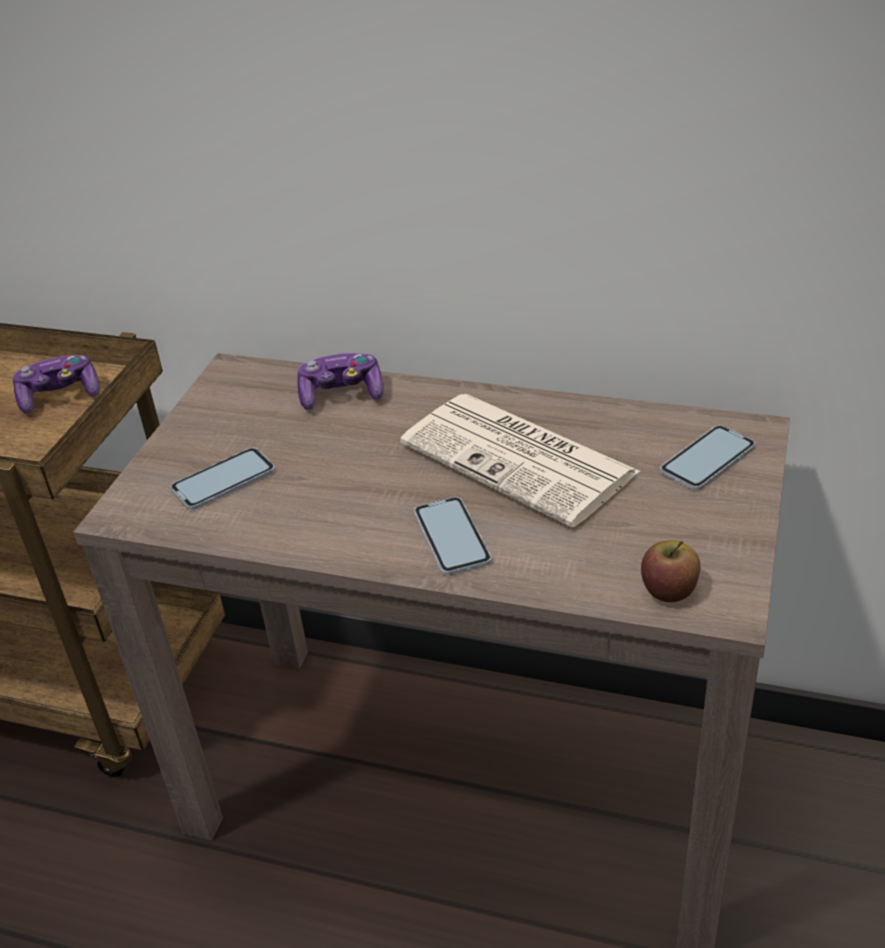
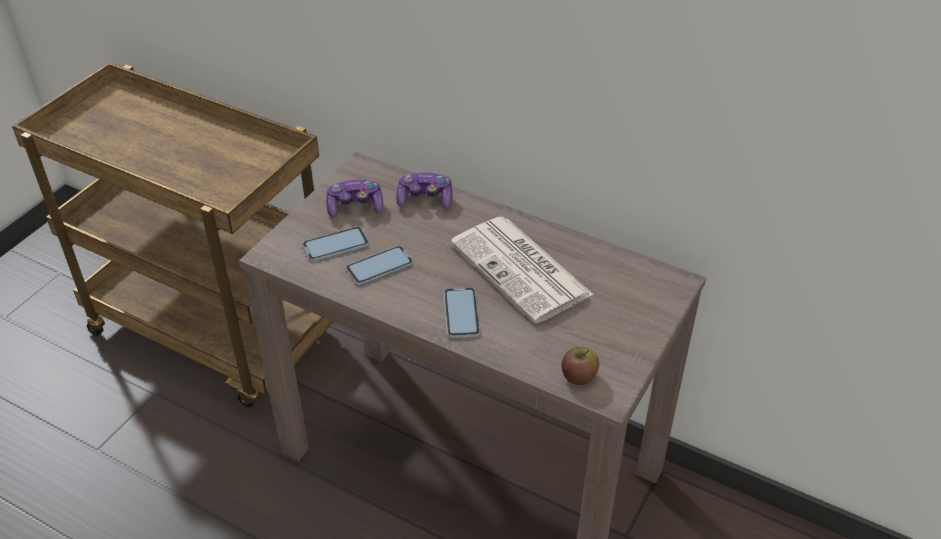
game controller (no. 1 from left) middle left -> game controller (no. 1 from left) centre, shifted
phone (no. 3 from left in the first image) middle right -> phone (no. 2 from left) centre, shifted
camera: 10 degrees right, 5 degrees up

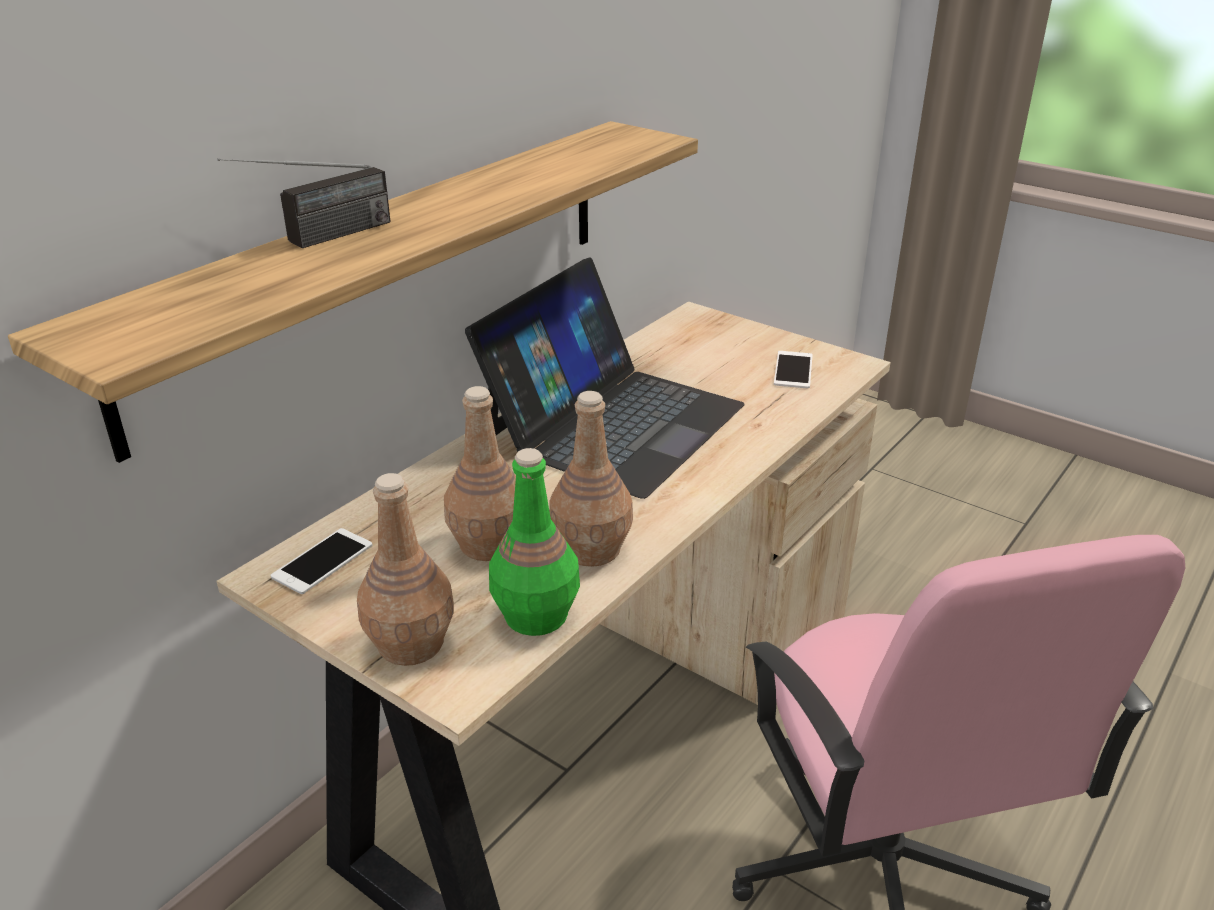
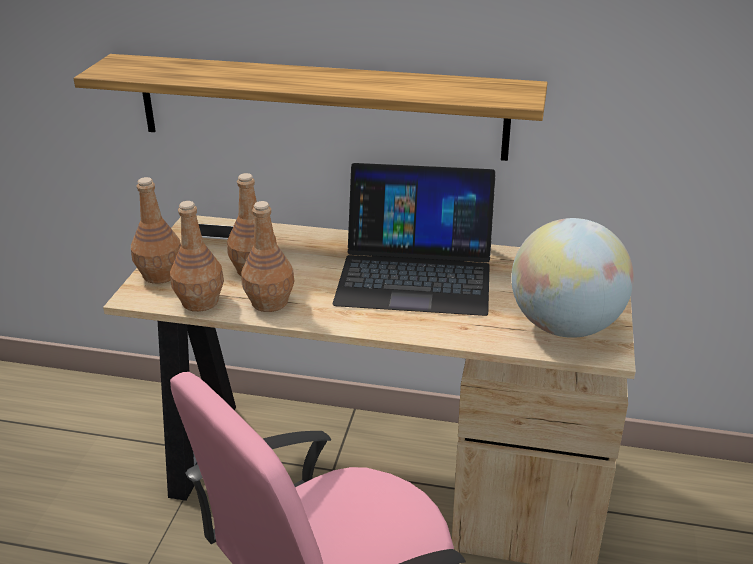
radio top left -> none
green bottle centre -> brown bottle (no. 2 from left) middle left
phone (no. 2 from left) centre -> globe middle right
camera: 65 degrees right, 0 degrees up

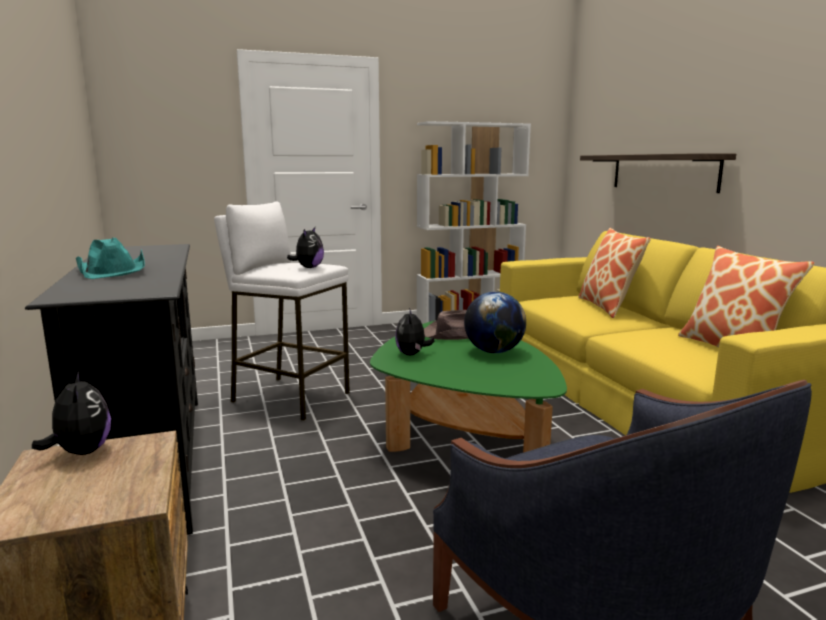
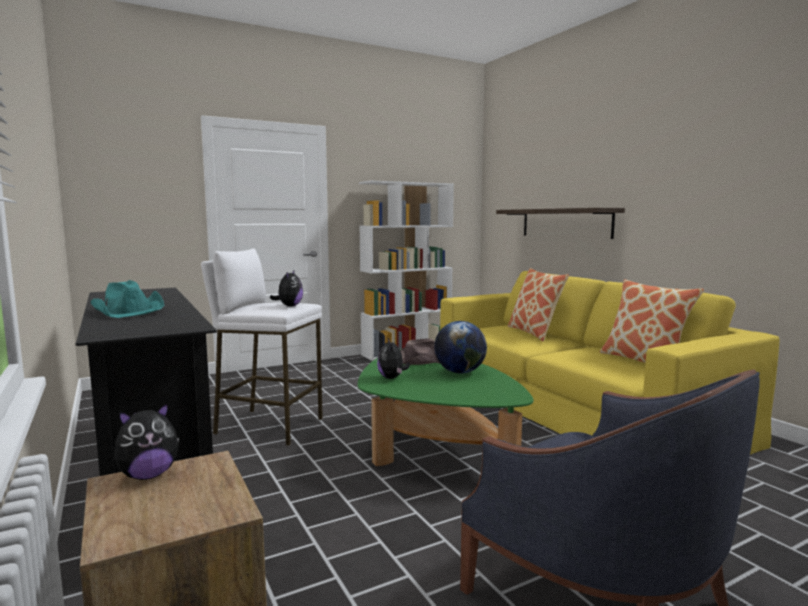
plush toy (no. 1 from left) middle left -> plush toy (no. 1 from left) bottom left, 90 degrees clockwise
camera: 10 degrees left, 5 degrees down

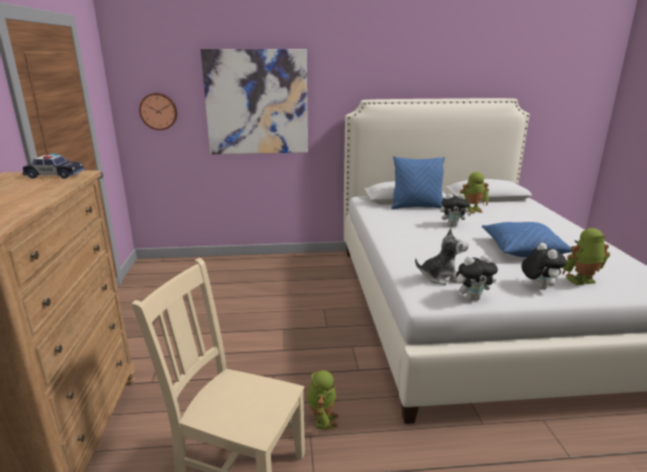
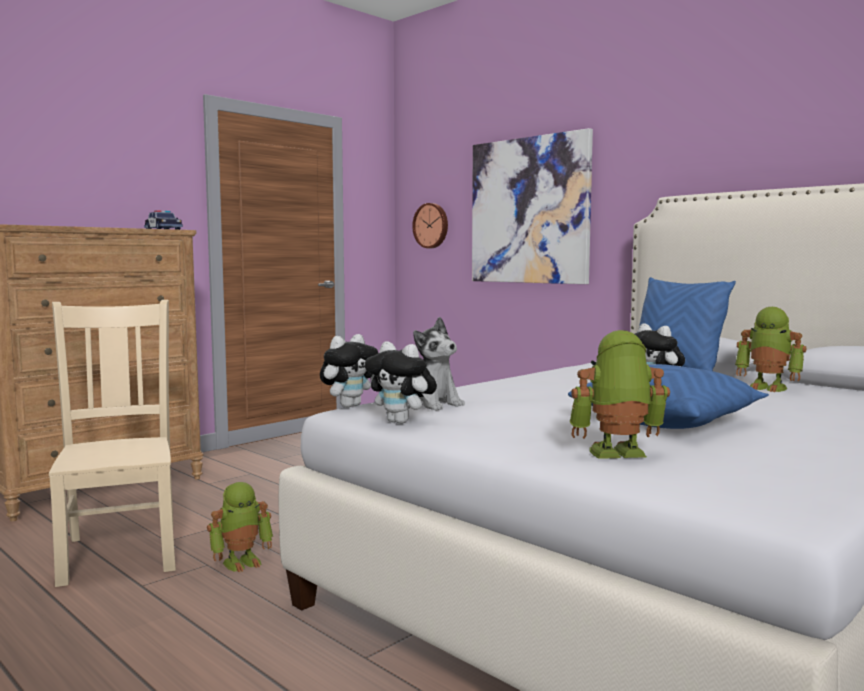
plush toy (no. 4 from left in the first image) middle right -> plush toy (no. 1 from left) centre, shifted
toy robot (no. 3 from left in the first image) middle right -> toy robot (no. 2 from left) middle right, 45 degrees counterclockwise
camera: 50 degrees right, 15 degrees down

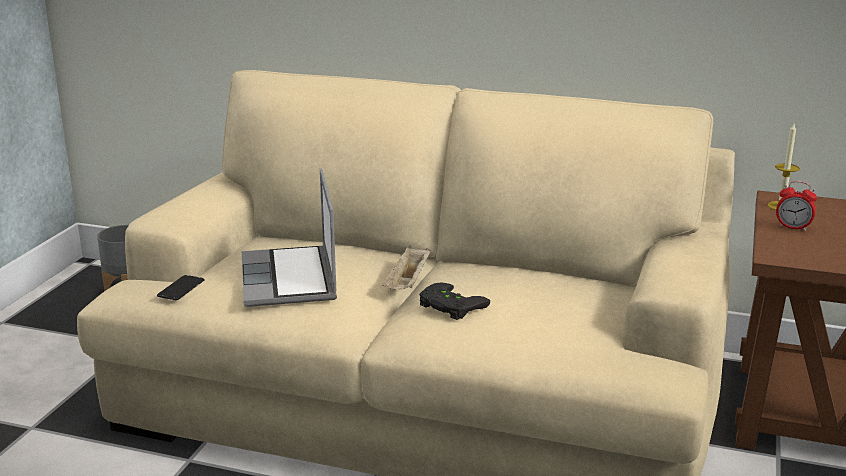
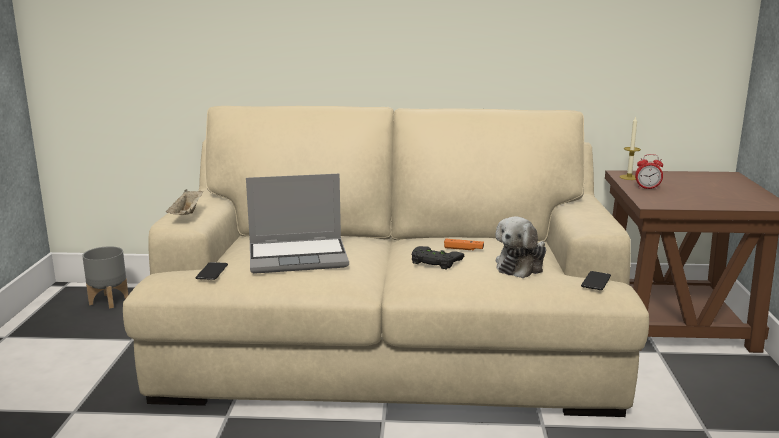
laptop centre, 75 degrees counterclockwise
beige tray centre -> beige tray middle left, shifted
none -> orange game controller centre
none -> plush toy middle right
none -> phone (no. 2 from left) middle right
camera: 15 degrees left, 5 degrees down

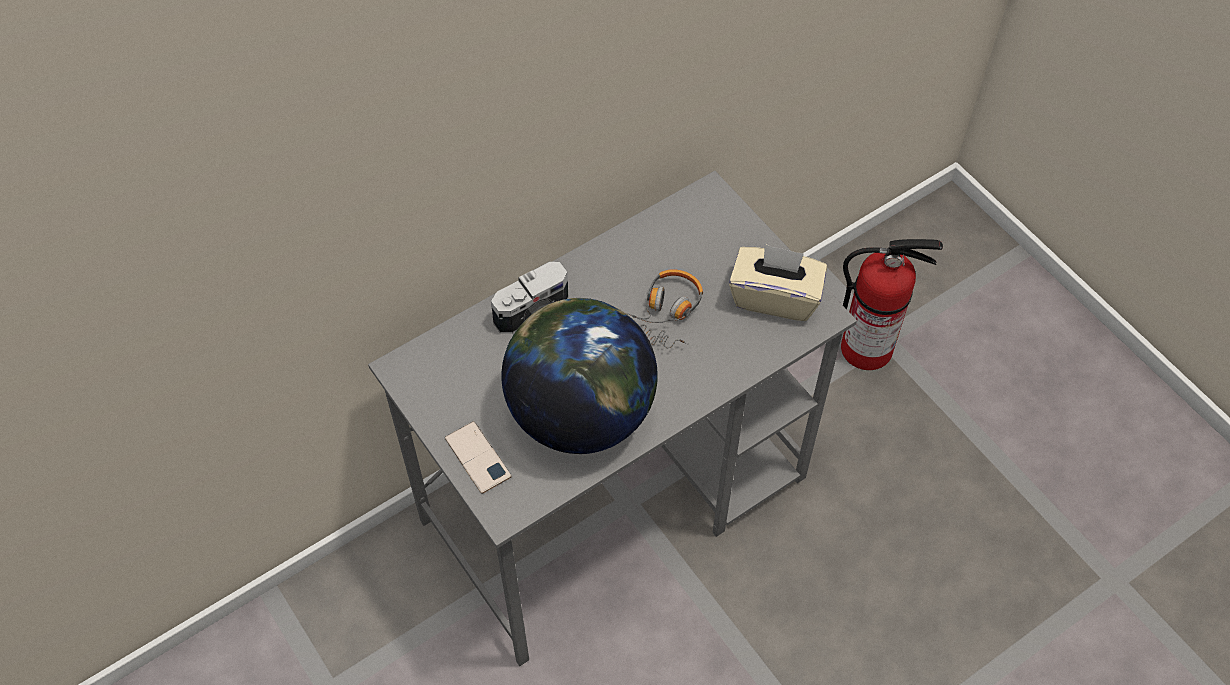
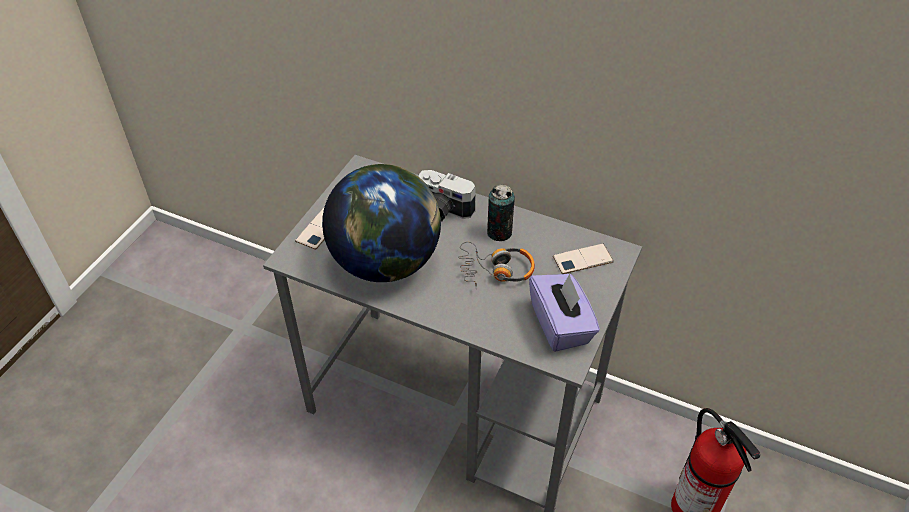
beige tissue box centre -> purple tissue box centre
none -> can centre
none -> phone (no. 2 from left) centre
camera: 60 degrees right, 10 degrees down

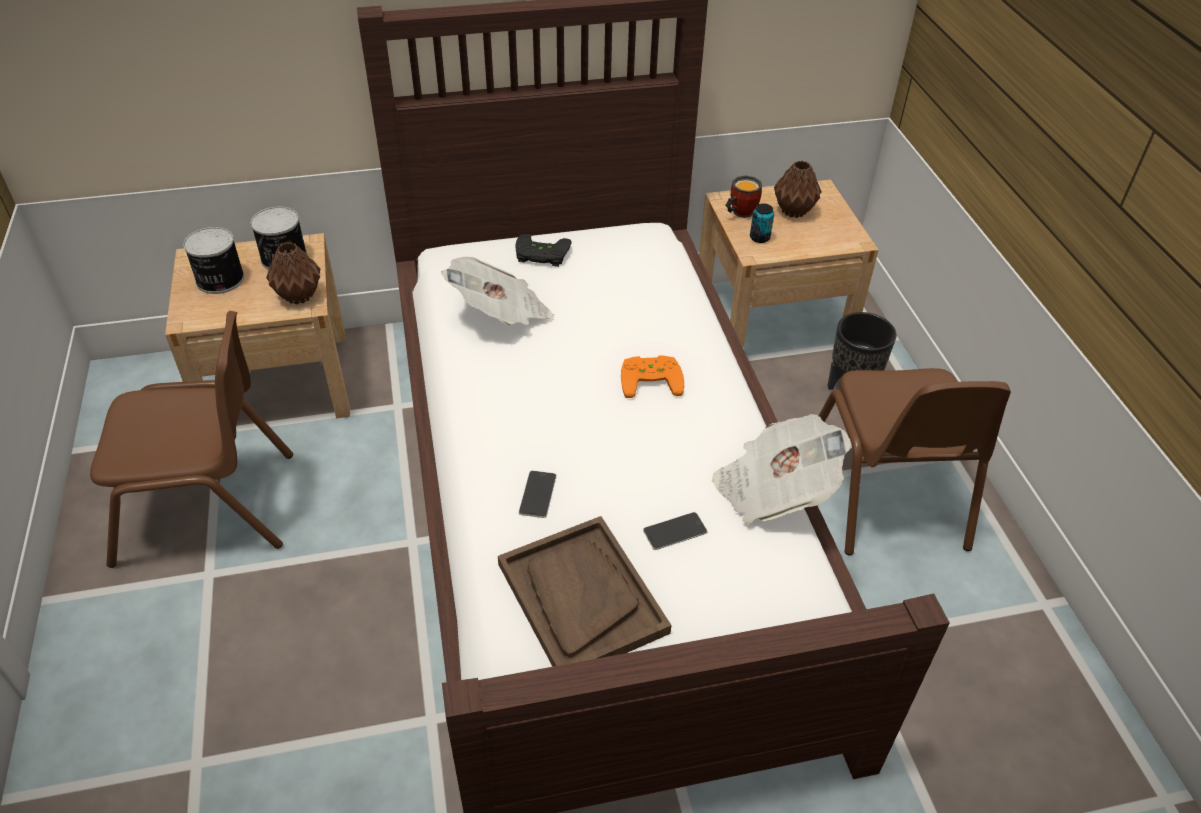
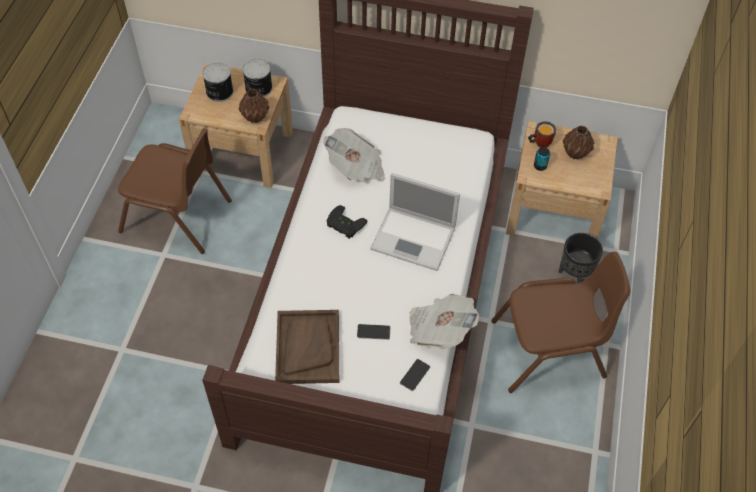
black game controller top centre -> black game controller centre, shifted
phone (no. 1 from left in the first image) centre -> phone (no. 2 from left) bottom centre, shifted
orange game controller centre -> laptop centre
brown chair (no. 2 from left) middle right, 120 degrees counterclockwise
camera: 25 degrees right, 10 degrees up

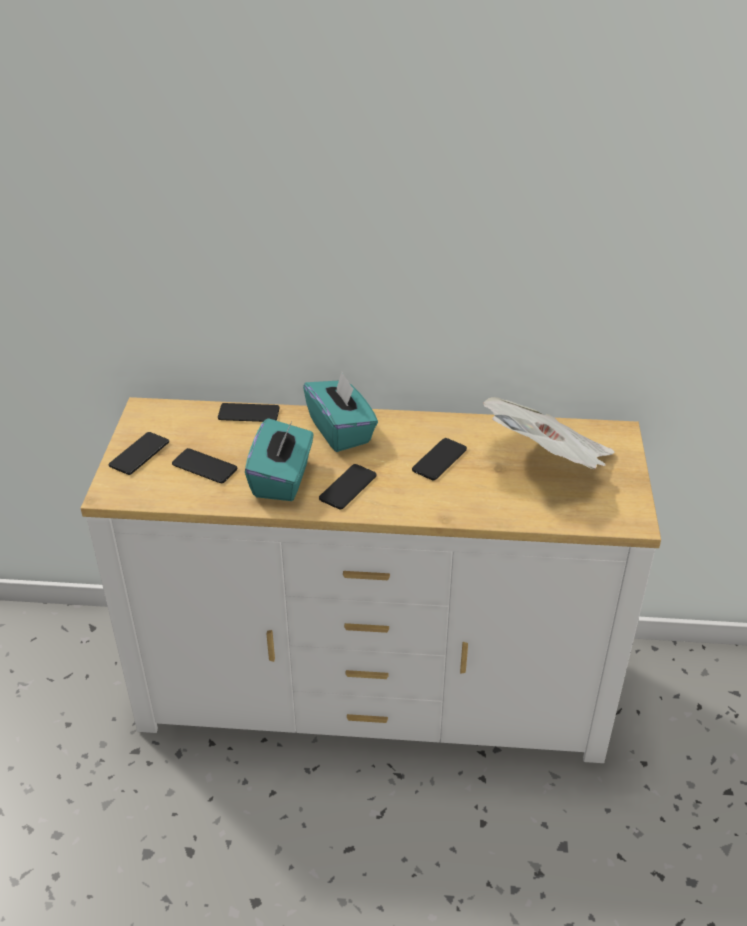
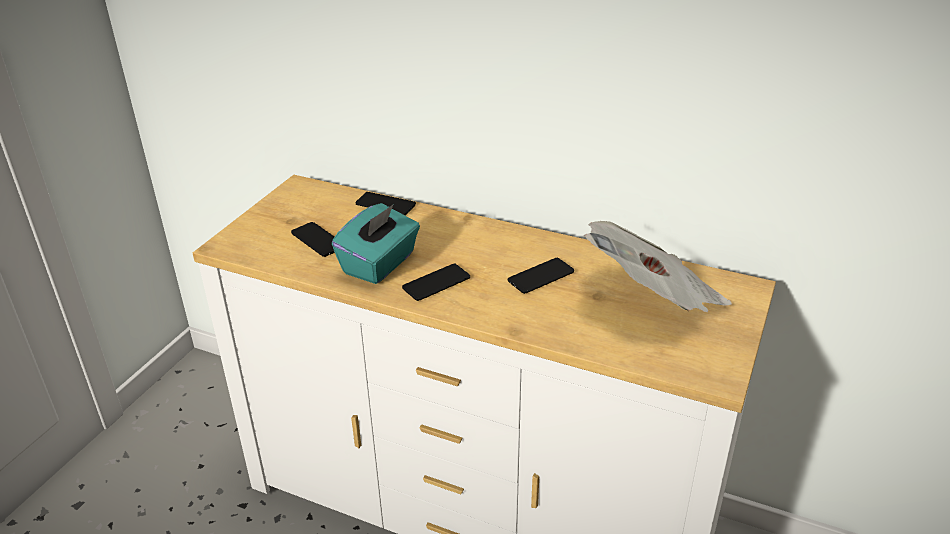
phone (no. 1 from left) middle left -> none
turquoise tissue box (no. 2 from left) centre -> none
camera: 20 degrees right, 5 degrees down

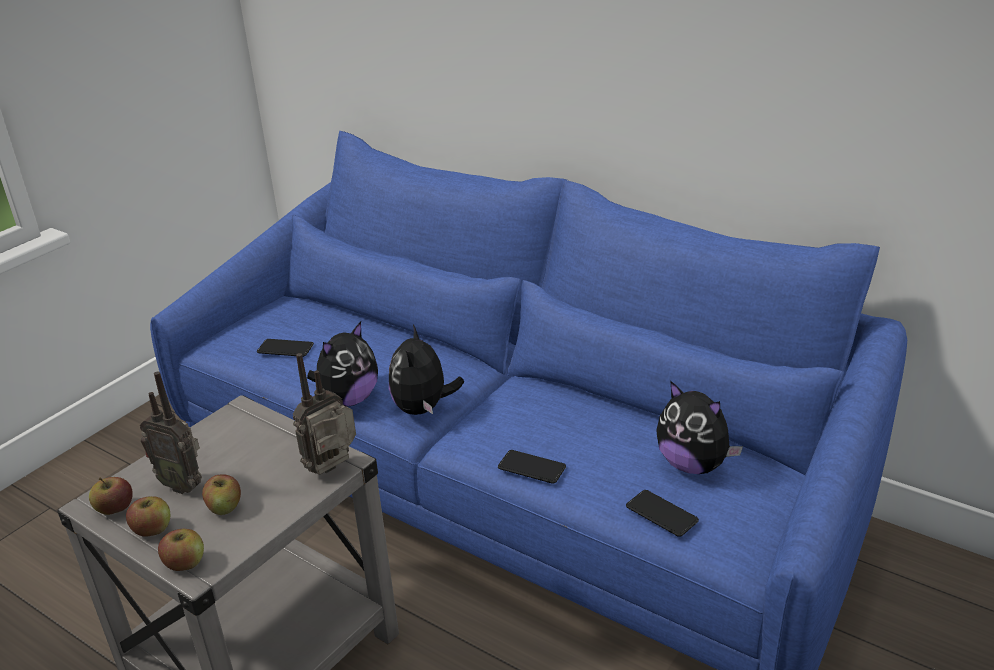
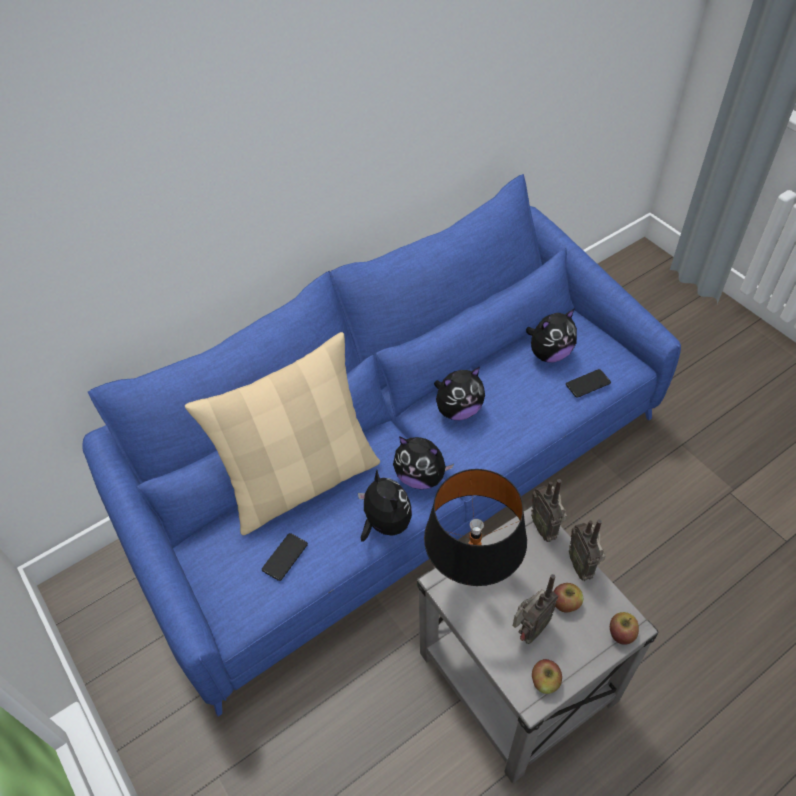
apple (no. 2 from left) bottom left -> none
phone (no. 2 from left) bottom centre -> none
none -> beige pillow centre
none -> black table lamp centre
none -> plush toy (no. 3 from left) centre
none -> radio (no. 3 from left) bottom right
camera: 70 degrees left, 20 degrees up

